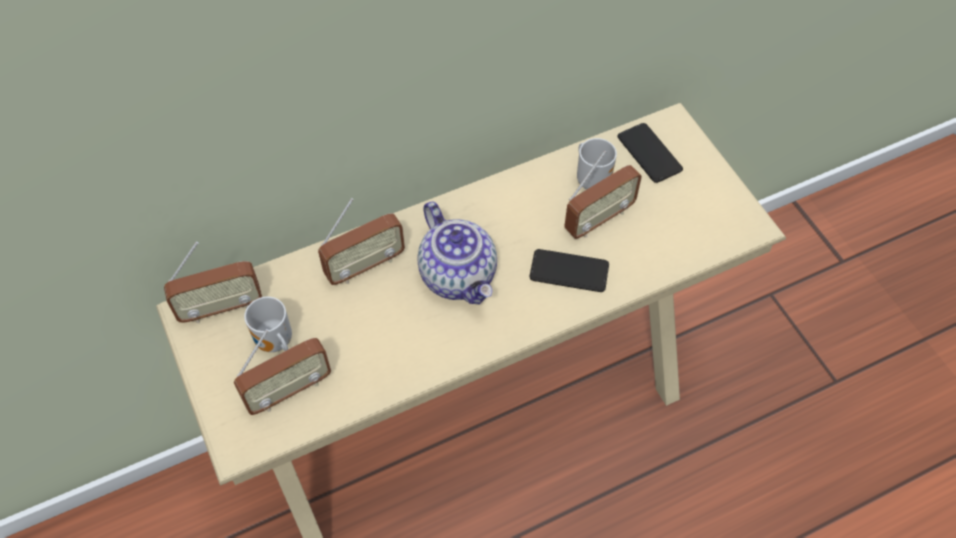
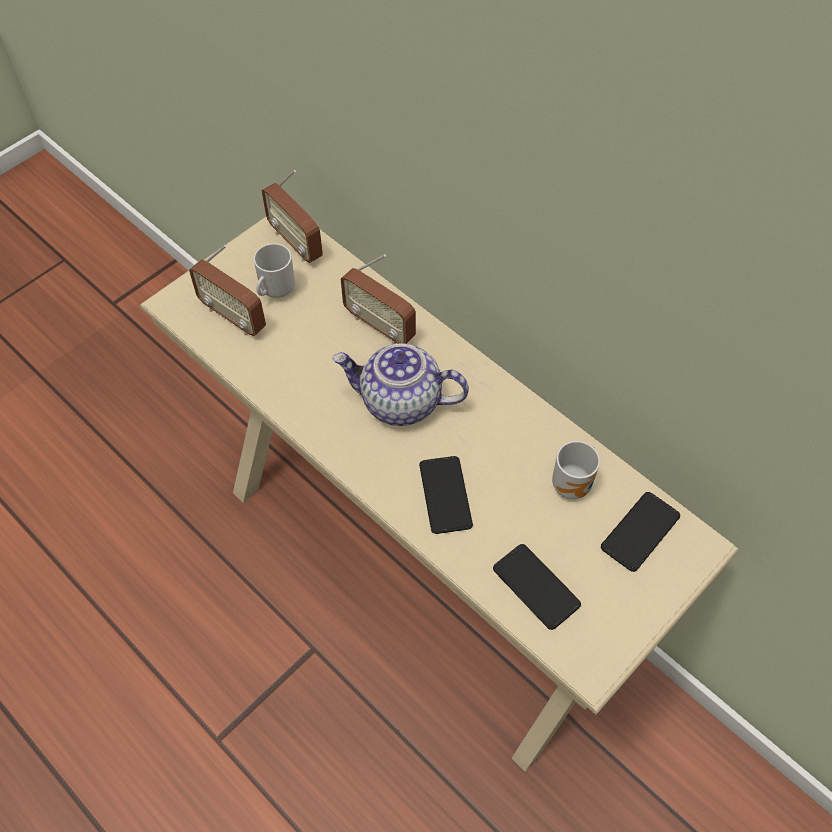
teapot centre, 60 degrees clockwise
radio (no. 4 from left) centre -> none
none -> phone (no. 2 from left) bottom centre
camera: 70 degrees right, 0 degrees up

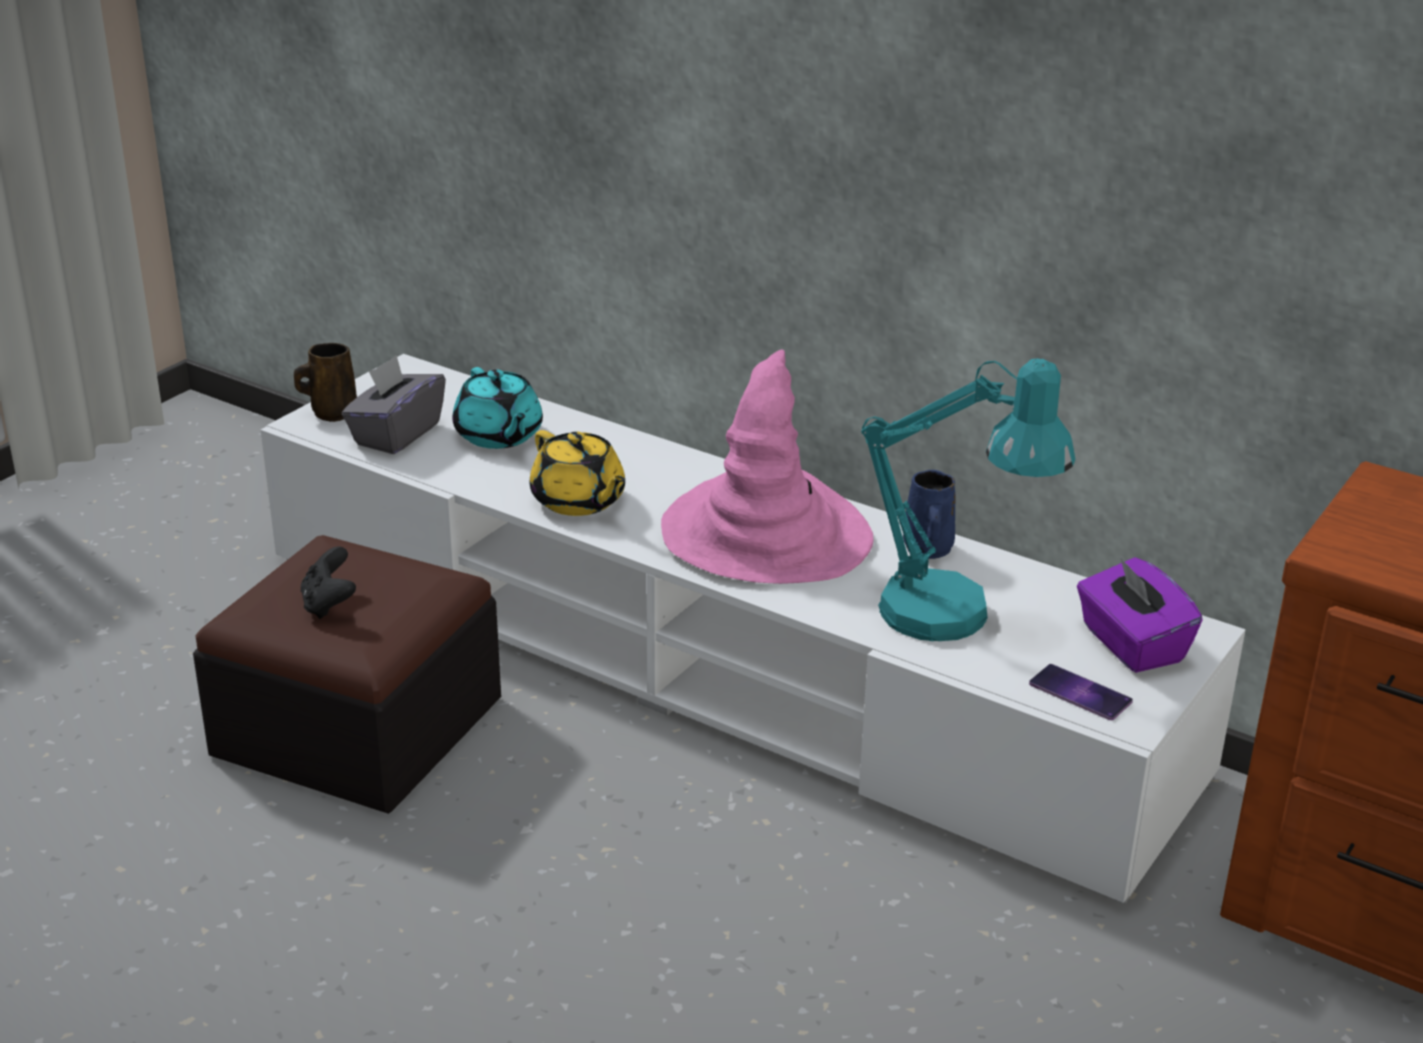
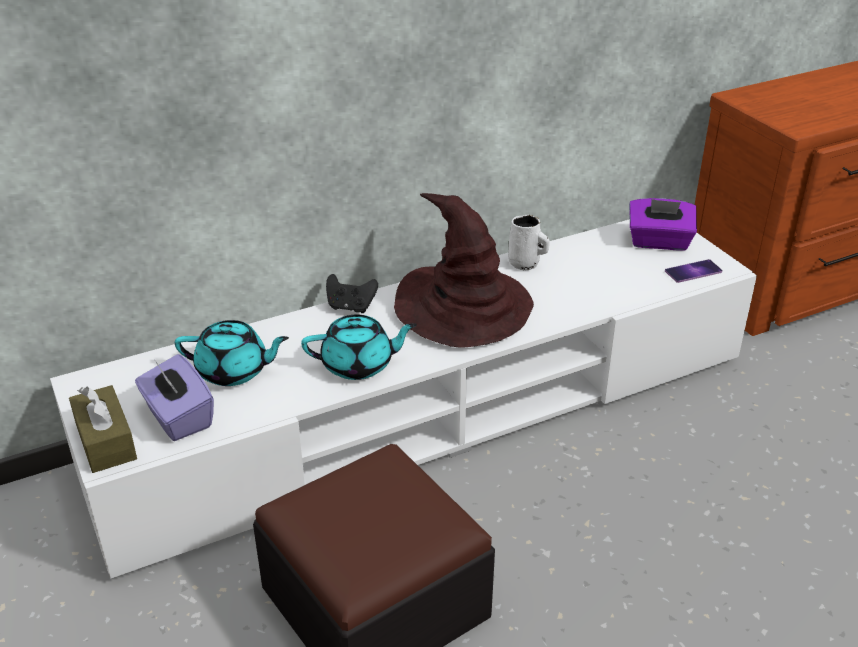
brown mug middle left -> brown tissue box middle left
black game controller middle left -> black game controller centre, shifted
grey tissue box middle left -> purple tissue box (no. 1 from left) middle left
yellow teapot centre -> turquoise teapot (no. 2 from left) centre
pink hat centre -> brown hat centre
turquoise table lamp middle right -> none
blue mug centre -> white mug centre
camera: 60 degrees left, 5 degrees up

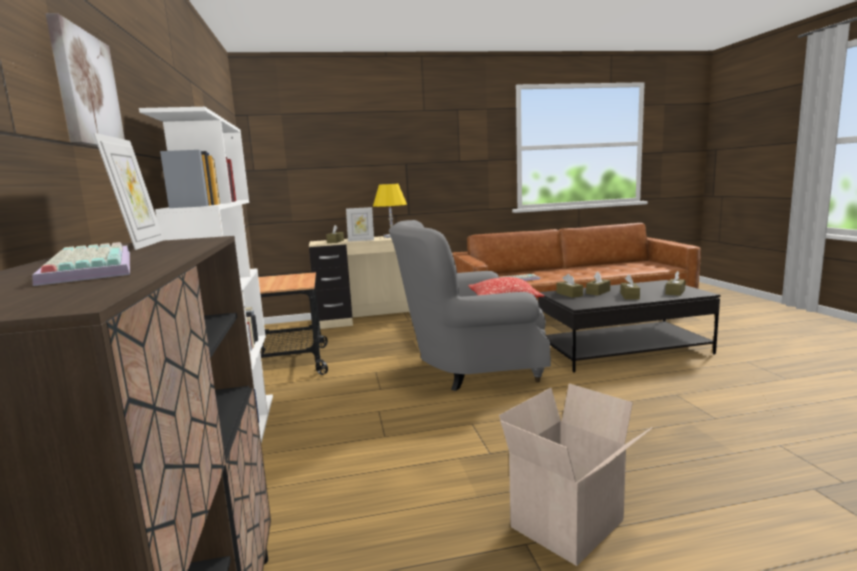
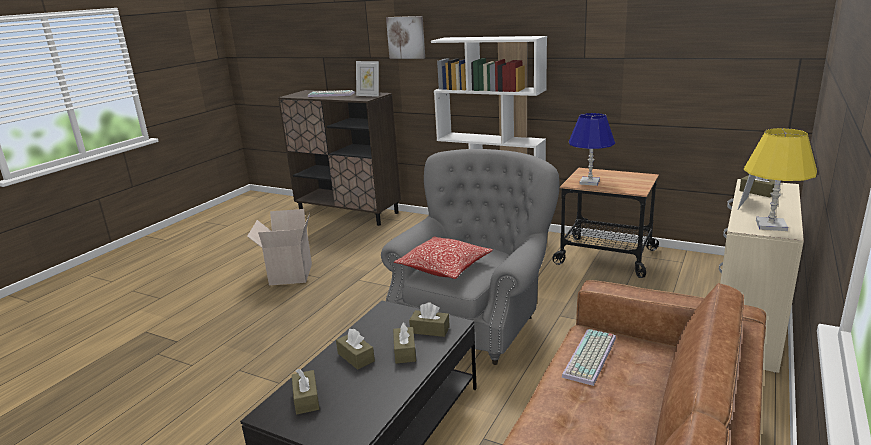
none -> blue table lamp middle right
camera: 130 degrees right, 10 degrees up

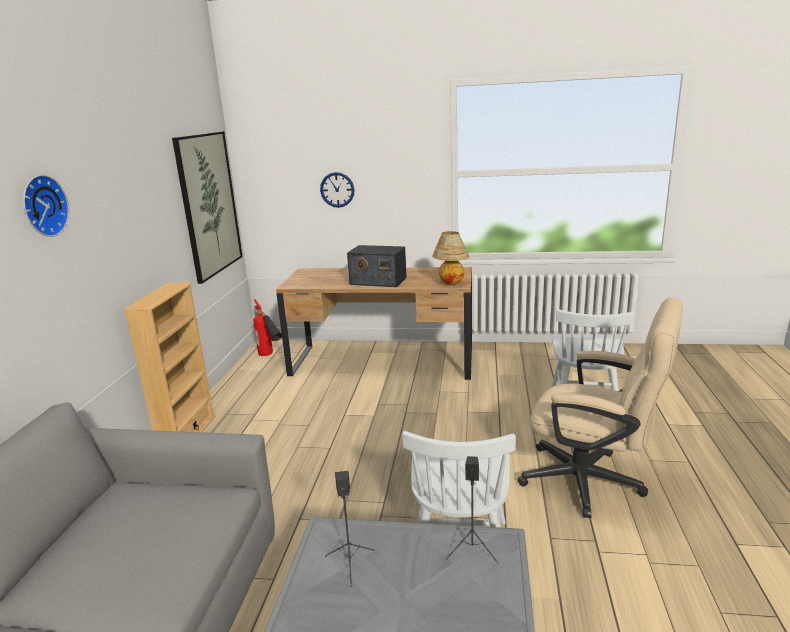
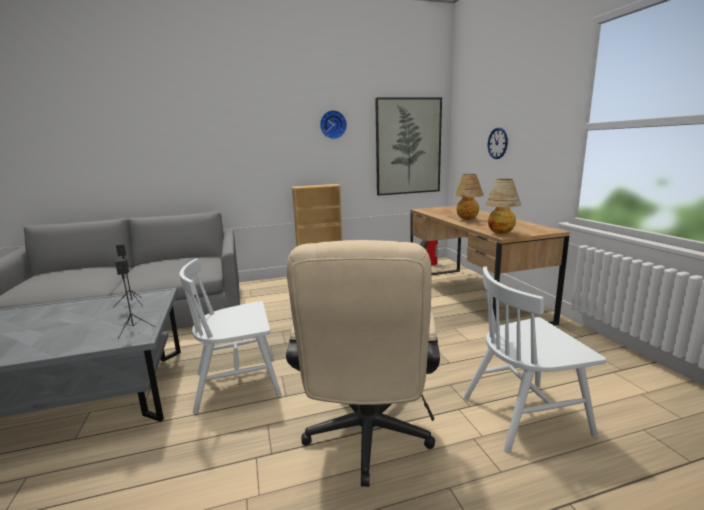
wall clock (no. 1 from left) top left -> wall clock (no. 1 from left) top centre, shifted
radio centre -> table lamp (no. 1 from left) centre
camera: 65 degrees right, 5 degrees down

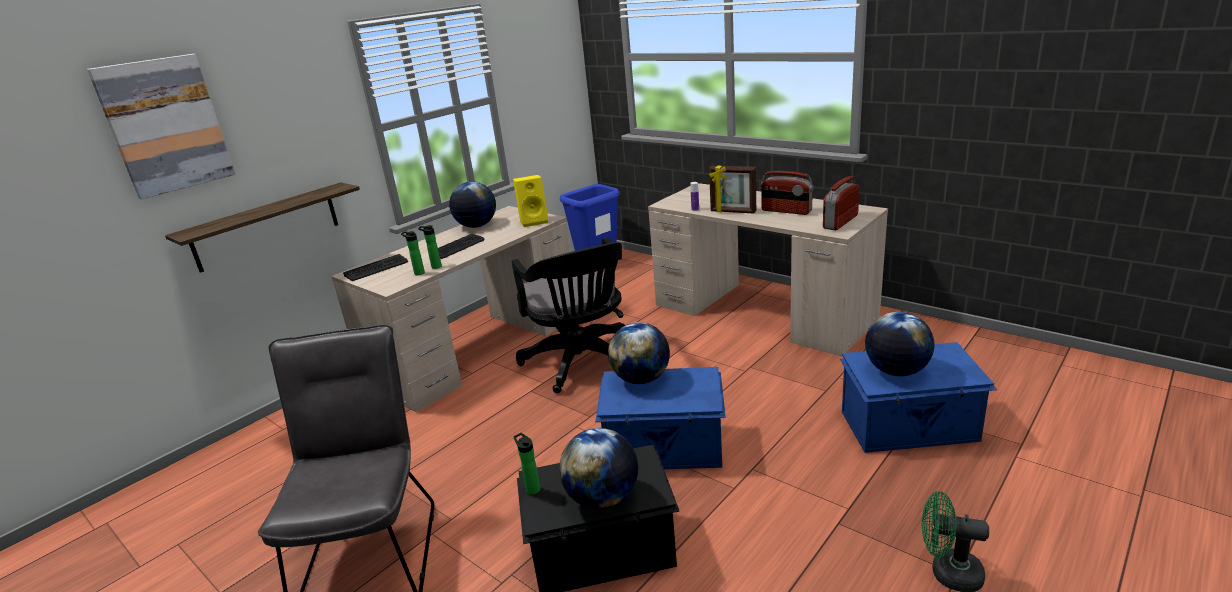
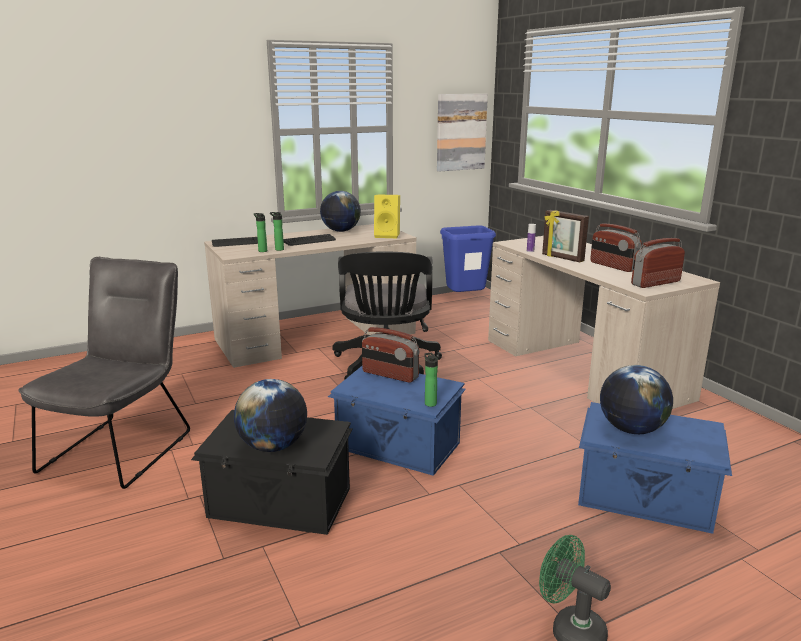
picture top left -> picture top centre, shifted
shelf middle left -> none
bottle (no. 3 from left) bottom centre -> bottle (no. 3 from left) centre, shifted
globe (no. 3 from left) centre -> radio (no. 1 from left) centre
camera: 20 degrees right, 5 degrees down

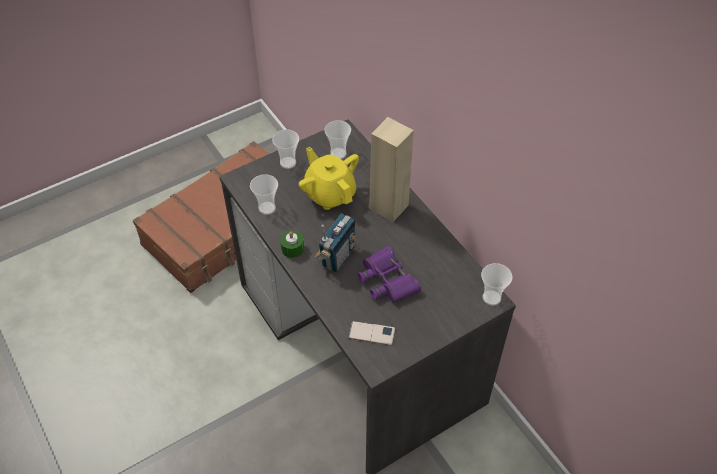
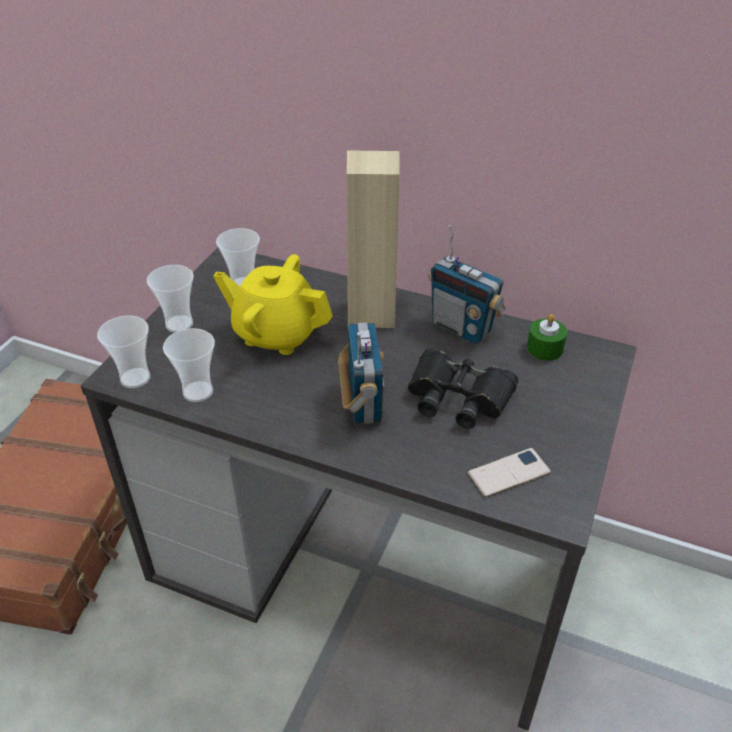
green candle centre -> green candle middle right, shifted
purple binoculars centre -> black binoculars centre
cup (no. 4 from left in the first image) middle right -> cup (no. 1 from left) middle left, shifted
none -> radio (no. 2 from left) centre
camera: 35 degrees left, 10 degrees down

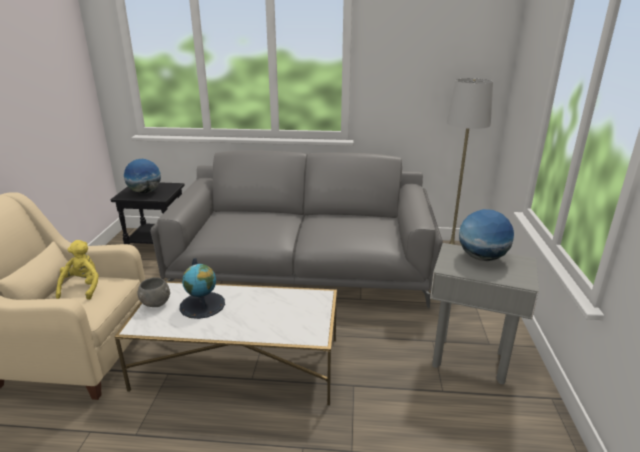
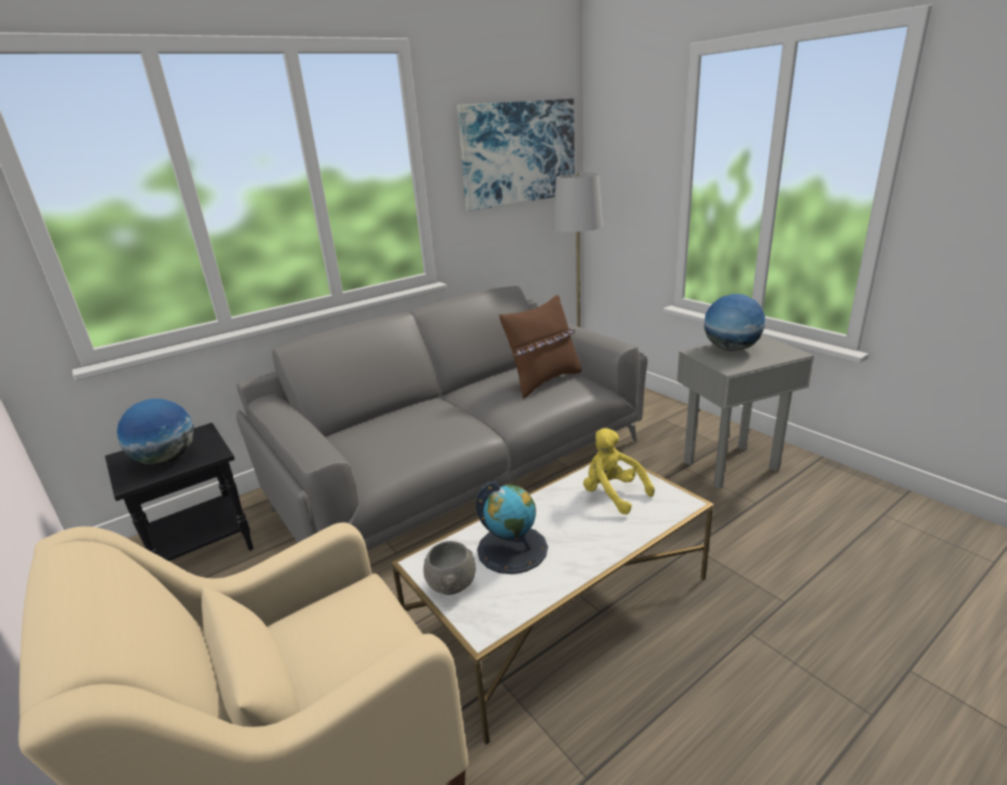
yellow plush toy middle left -> yellow plush toy centre, shifted
none -> picture top centre
none -> brown pillow centre
camera: 40 degrees left, 0 degrees up

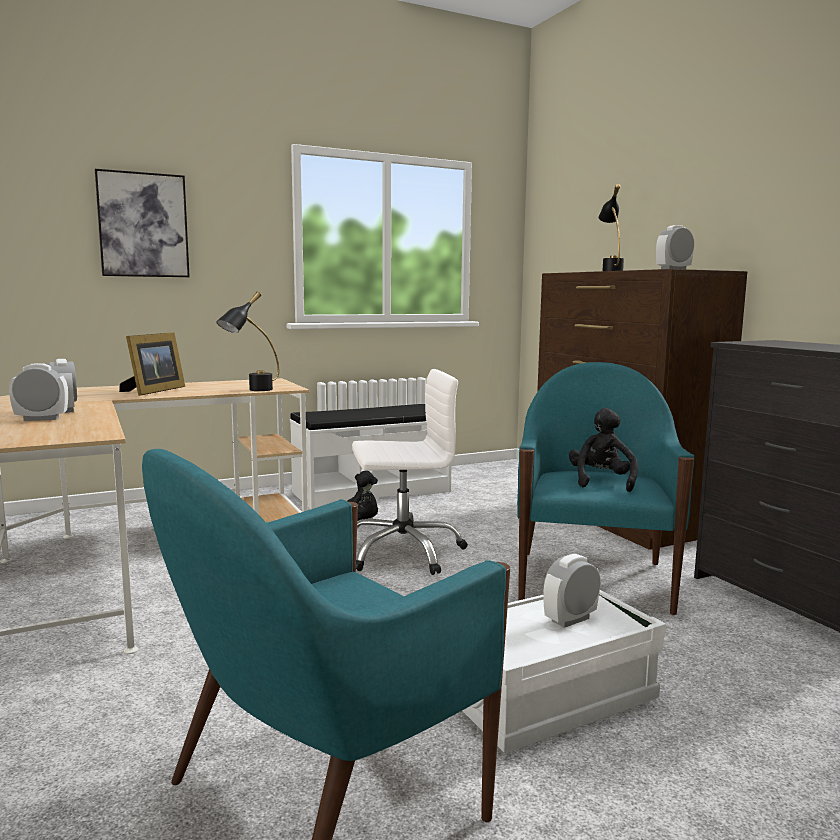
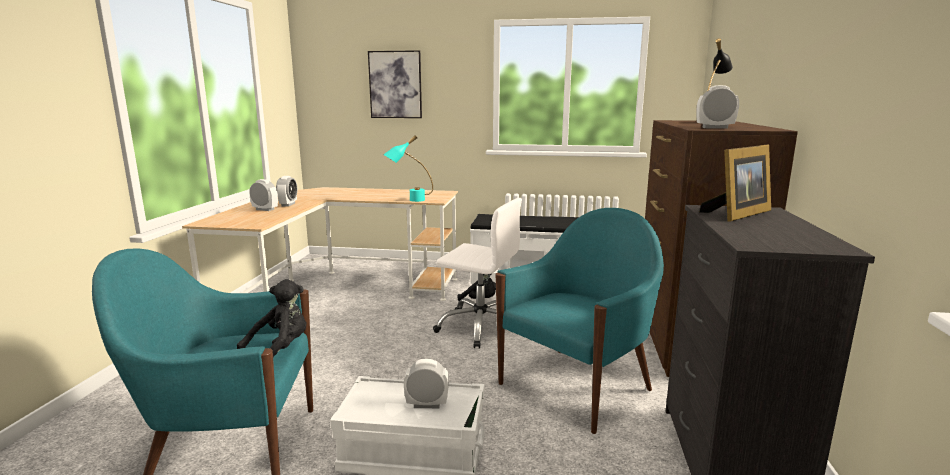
picture frame middle left -> picture frame middle right, shifted
black table lamp (no. 1 from left) middle left -> turquoise table lamp centre
black plush toy (no. 2 from left in the first image) middle right -> black plush toy (no. 1 from left) bottom left, shifted
camera: 35 degrees right, 5 degrees up

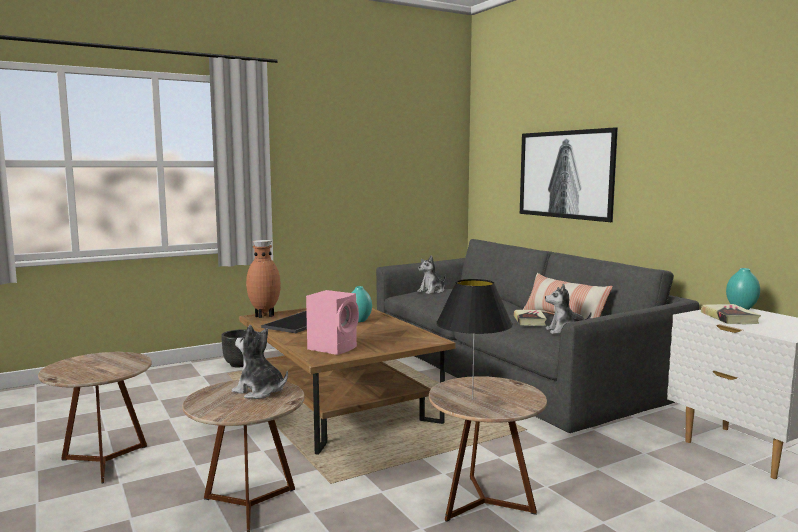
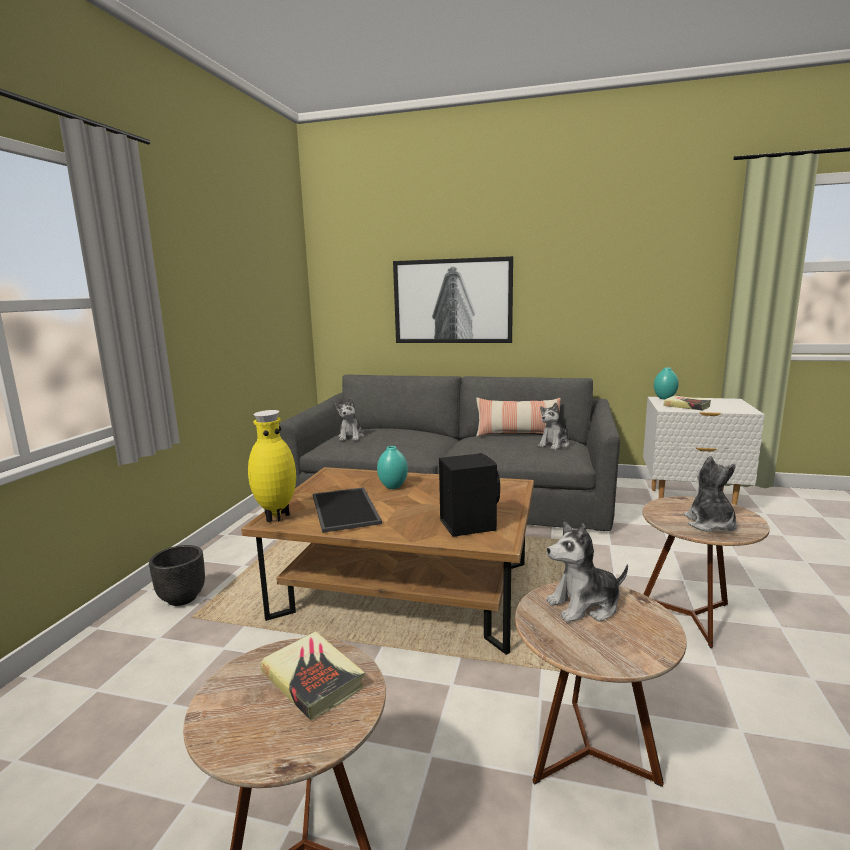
brown vase middle left -> yellow vase middle left
pink speaker centre -> black speaker centre
black table lamp centre -> plush toy (no. 4 from left) middle right
book (no. 1 from left) centre -> book (no. 1 from left) bottom centre, shifted
camera: 45 degrees left, 5 degrees up

